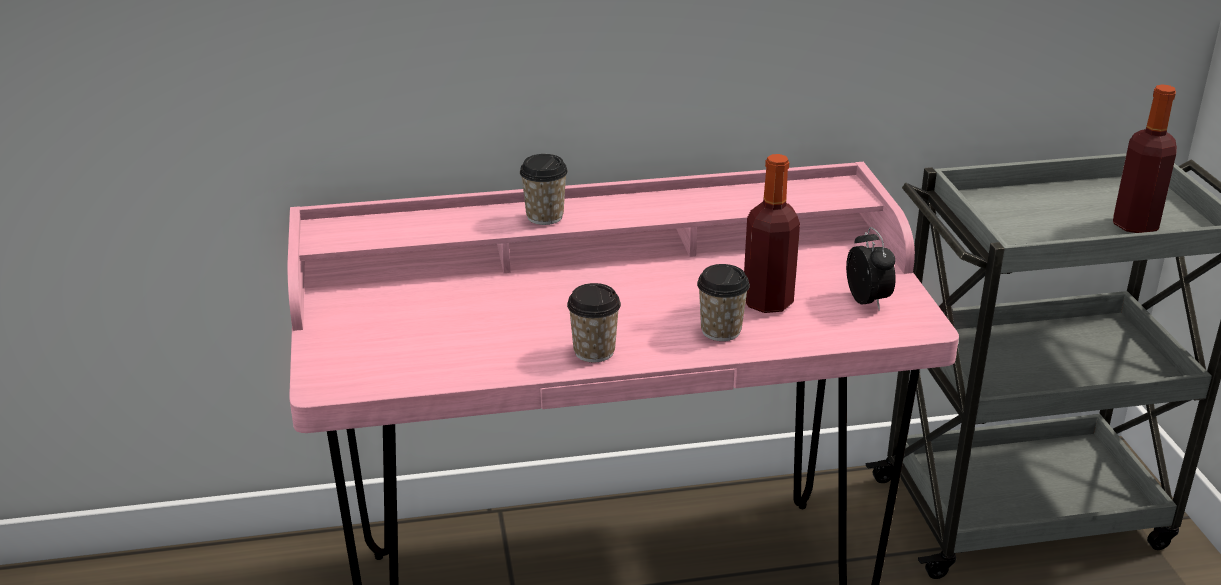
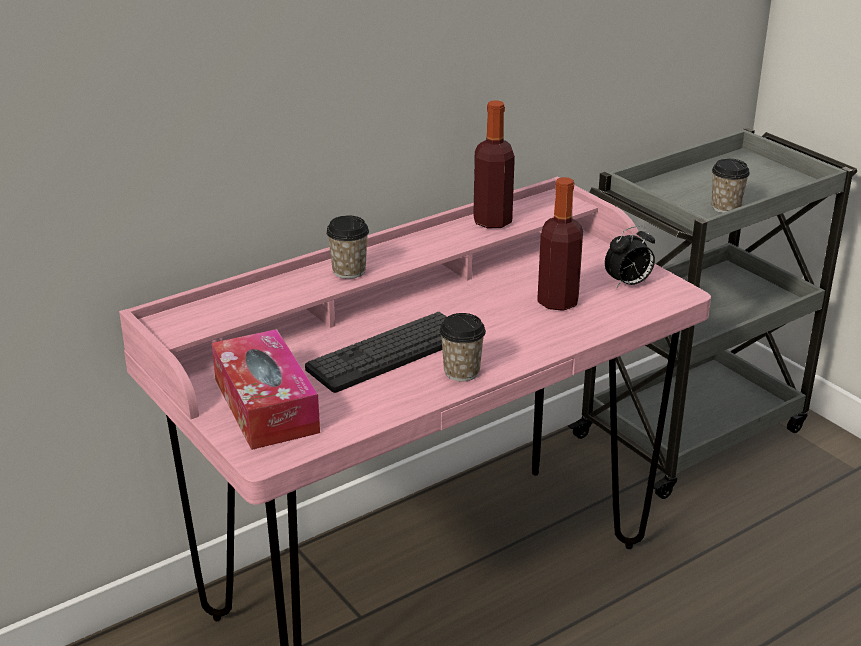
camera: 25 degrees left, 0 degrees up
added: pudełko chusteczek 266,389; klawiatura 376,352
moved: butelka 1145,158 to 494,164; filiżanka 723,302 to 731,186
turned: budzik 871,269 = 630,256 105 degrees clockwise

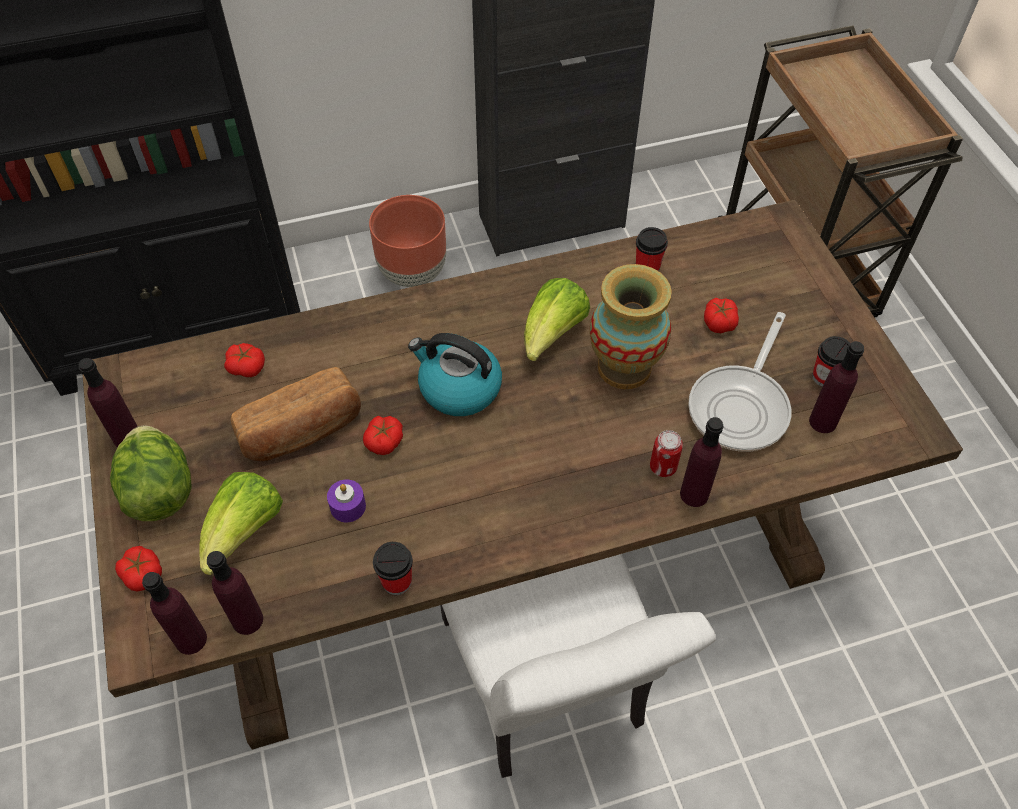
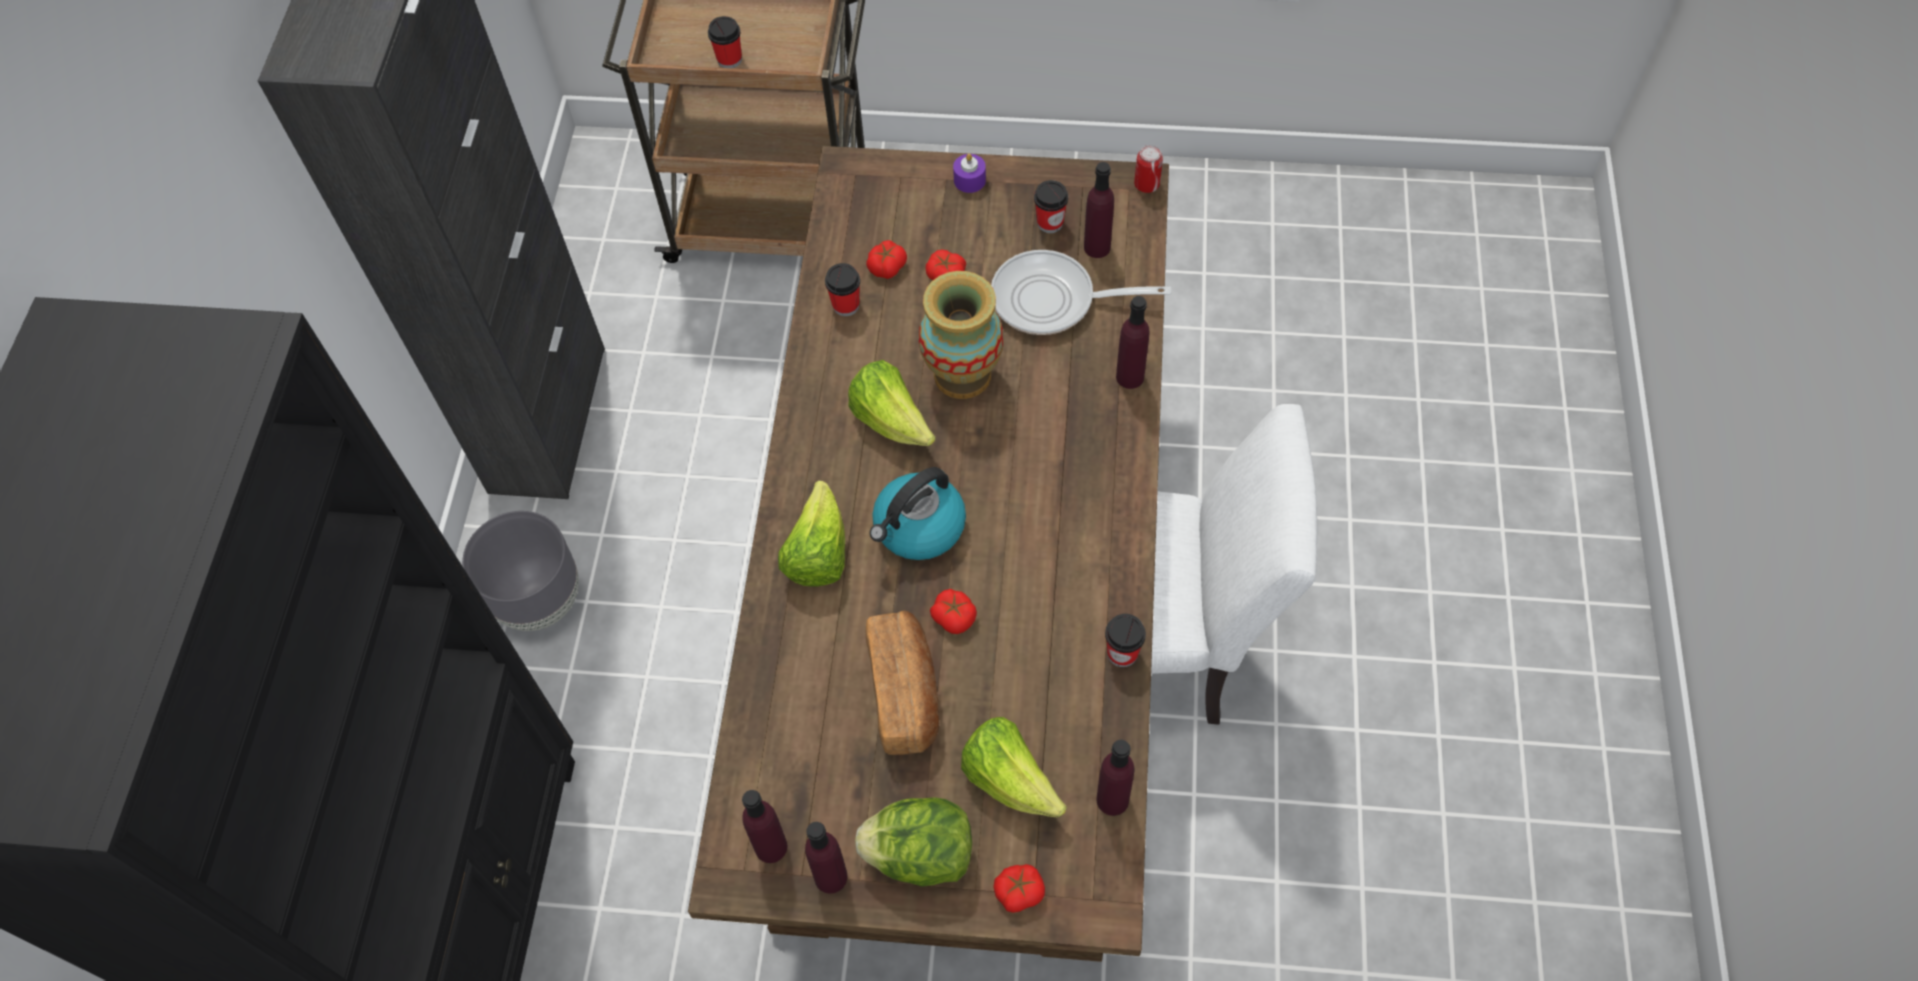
camera: 65 degrees left, 5 degrees up
added: filiżanka 725,42; sałata 811,534
moved: butelka/fioletowy 174,613 to 764,826; pomidor 244,360 to 886,259; świeca/fioletowy 346,501 to 969,173; puszka 666,453 to 1148,169
recoloured: donica/brązowy 407,241 to donica/szary 520,571
turned: patelnia 740,382 = 1081,292 135 degrees clockwise

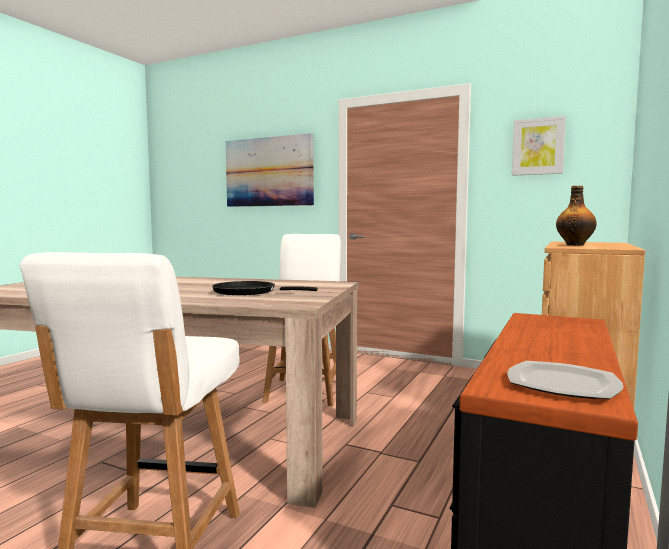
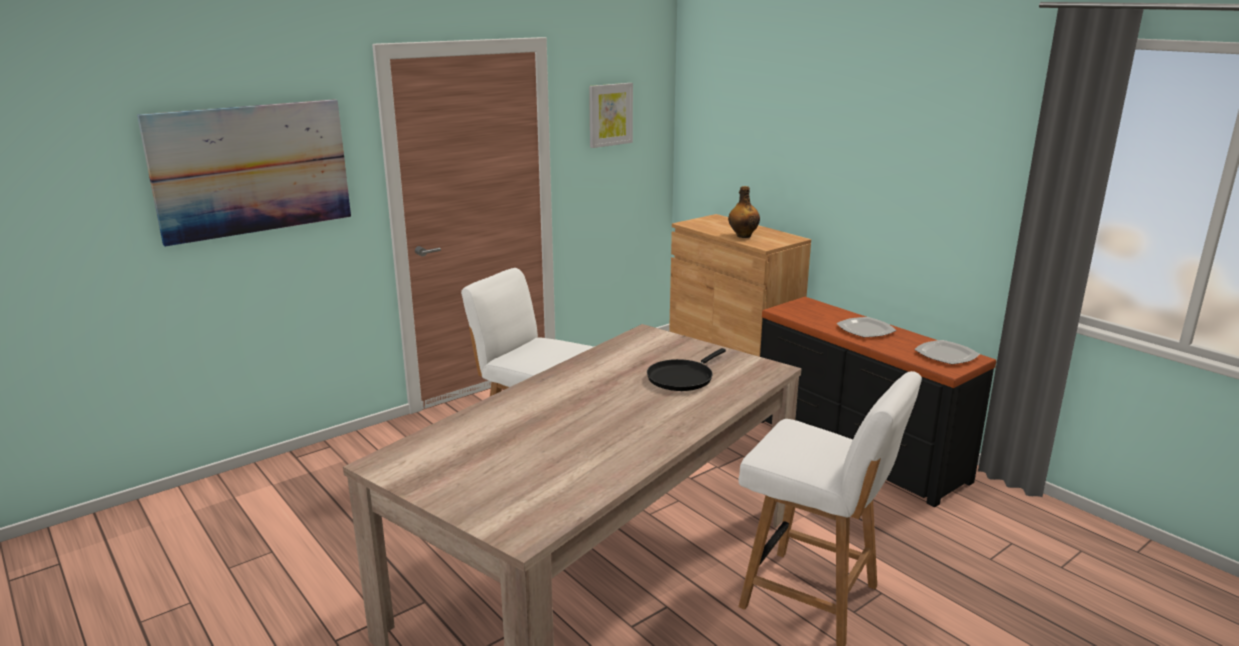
camera: 65 degrees left, 15 degrees up
added: talerz 866,327

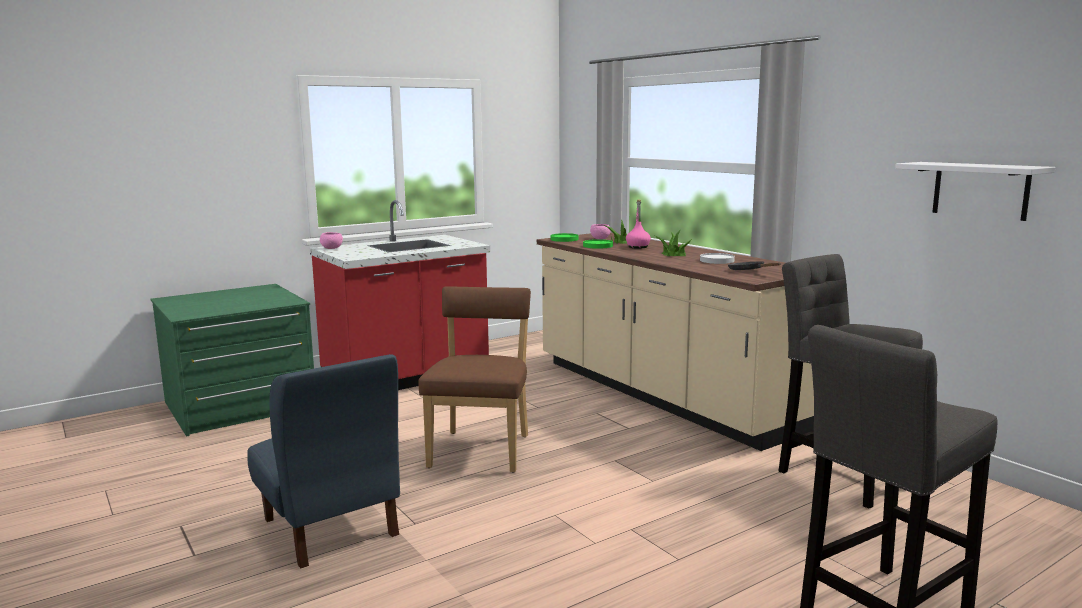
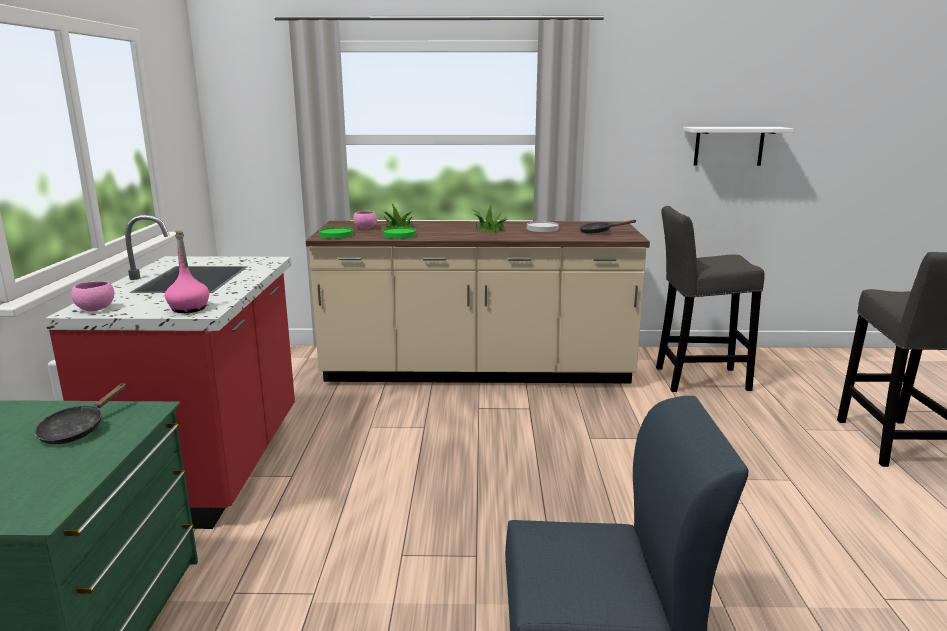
camera: 55 degrees left, 5 degrees up
removed: krzesło/brązowy 475,379
added: patelnia/czarny 81,413
moved: butelka/różowy 638,224 to 187,271

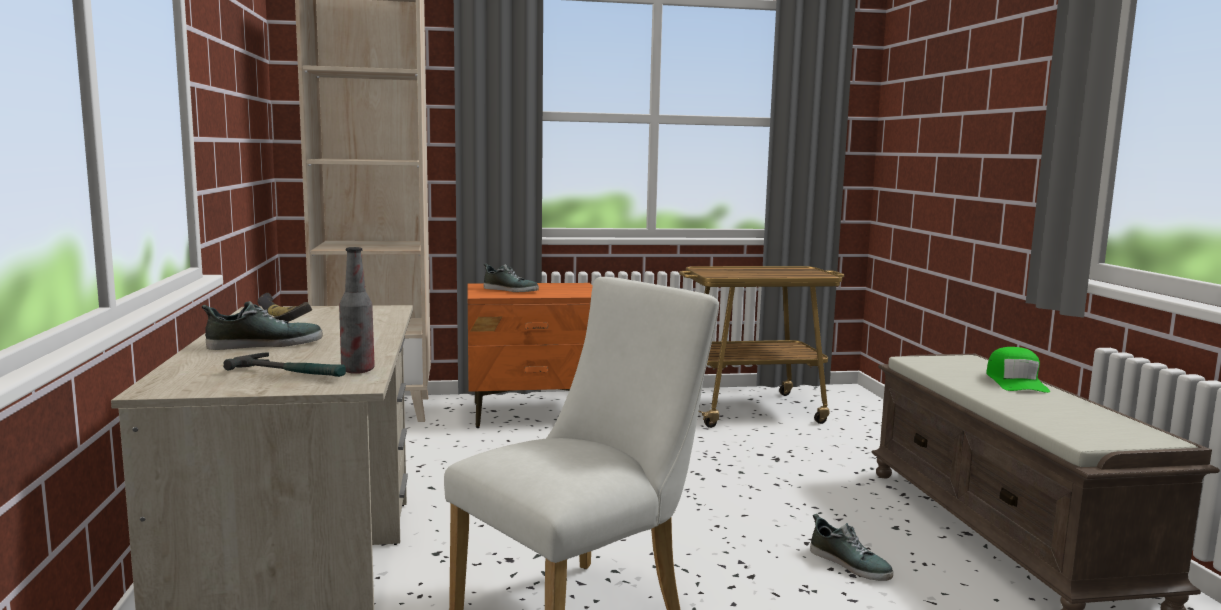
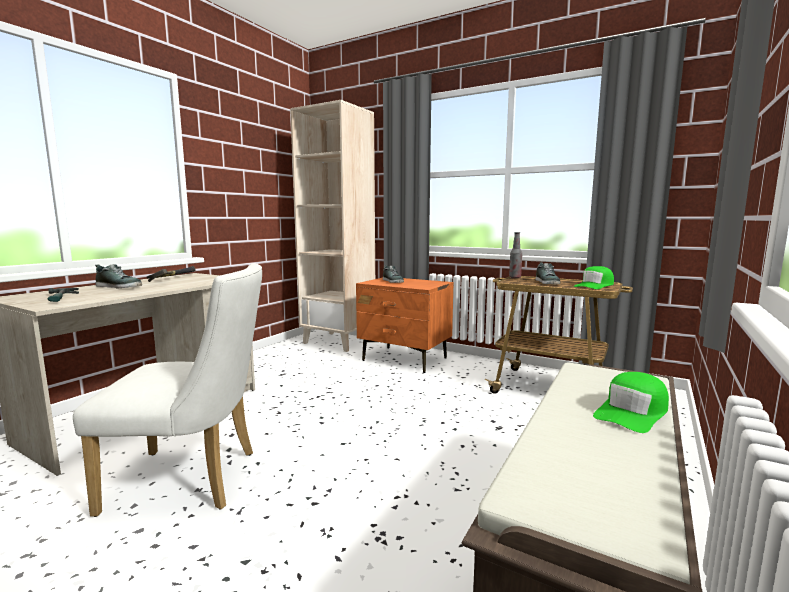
camera: 40 degrees right, 0 degrees up
added: czapka z daszkiem/zielony 594,277
moved: butelka 357,310 to 515,255; but 851,547 to 548,273

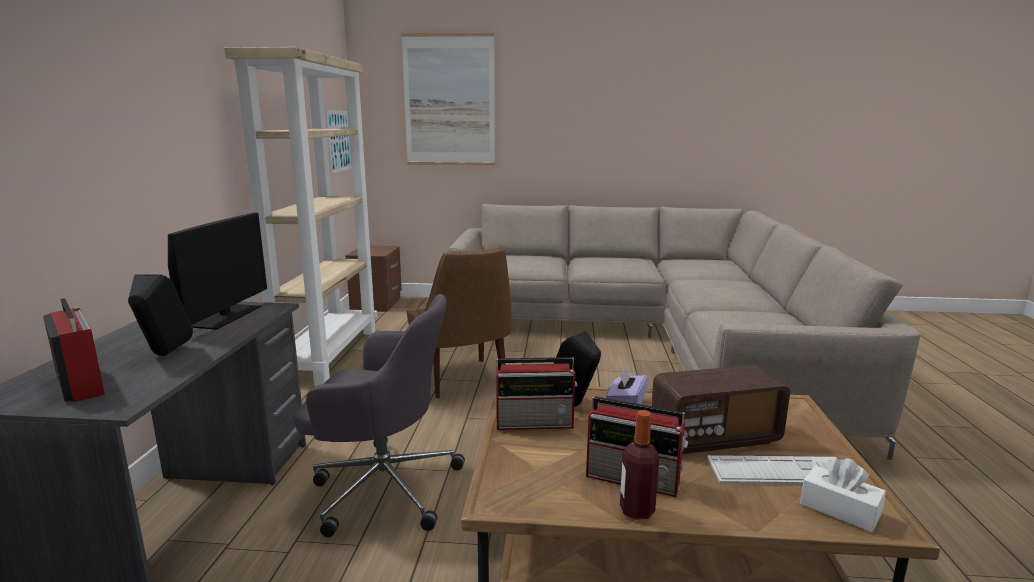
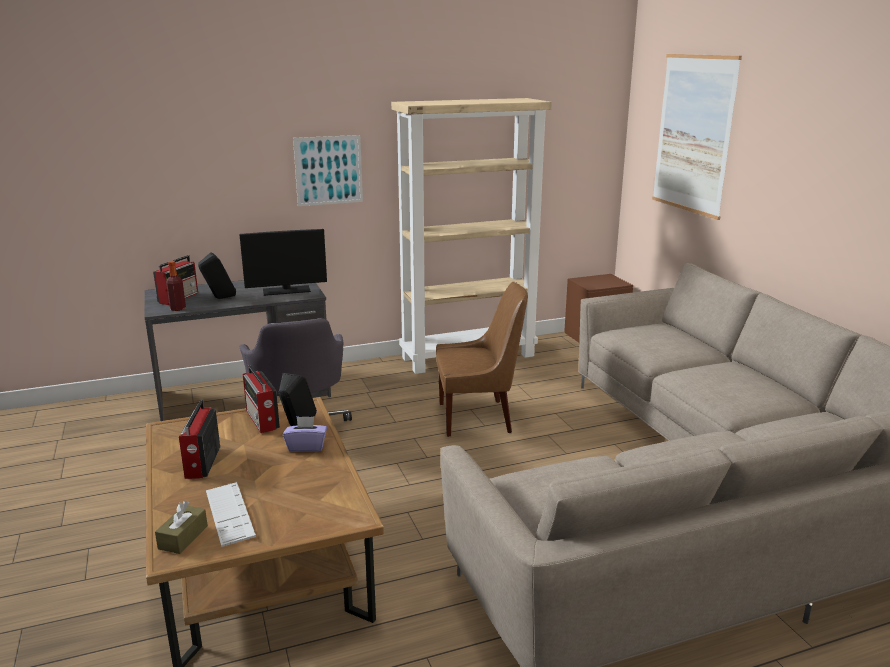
camera: 65 degrees right, 5 degrees up
removed: radio 720,409
moved: butelka 639,465 to 176,286; obraz 338,141 to 328,170
recoloured: pudełko chusteczek/biały 843,495 to pudełko chusteczek/brązowy 181,527
turned: krzesło/brązowy 459,322 = 482,359 135 degrees counterclockwise

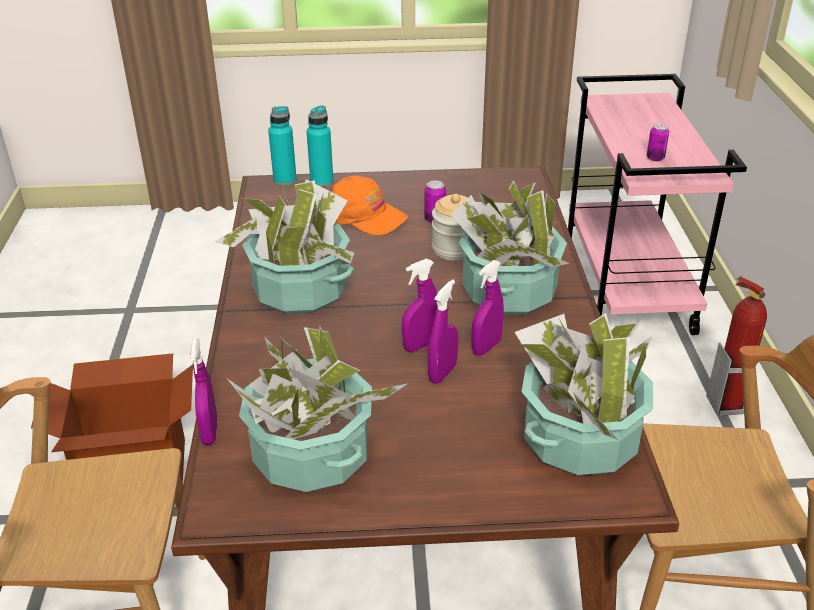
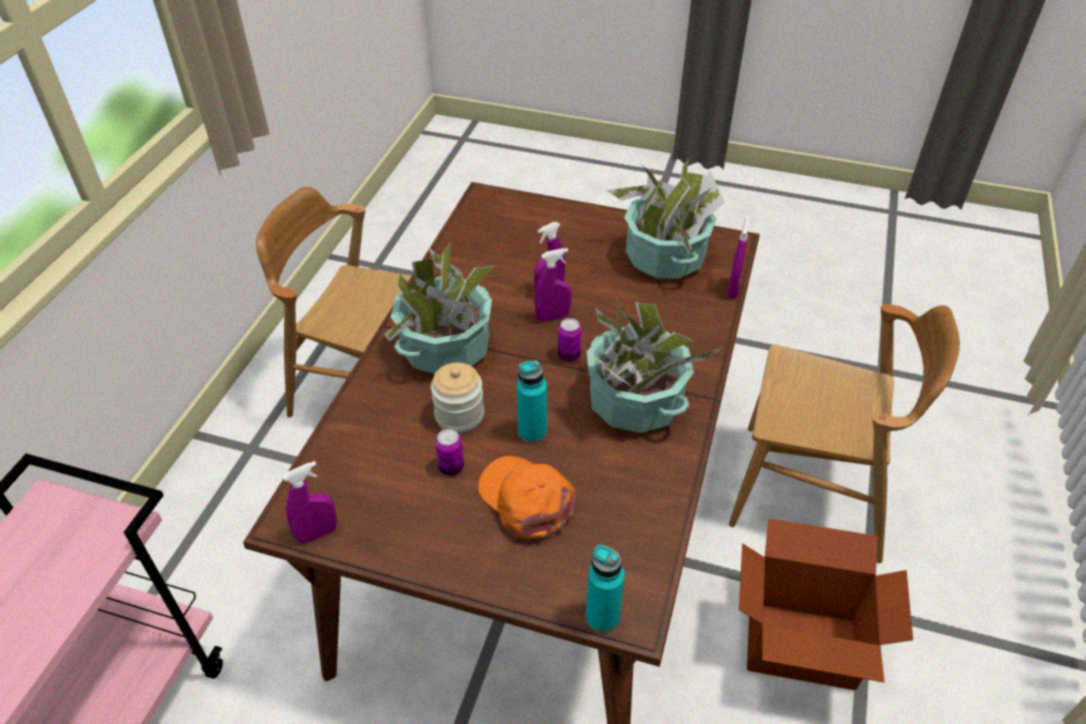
camera: 160 degrees left, 10 degrees up
removed: roślina doniczkowa 584,394; gaśnica 736,346
moved: spryskiwacz/fioletowy 487,308 to 310,502; butelka/turkusowy 320,146 to 532,401; puszka 658,142 to 570,340

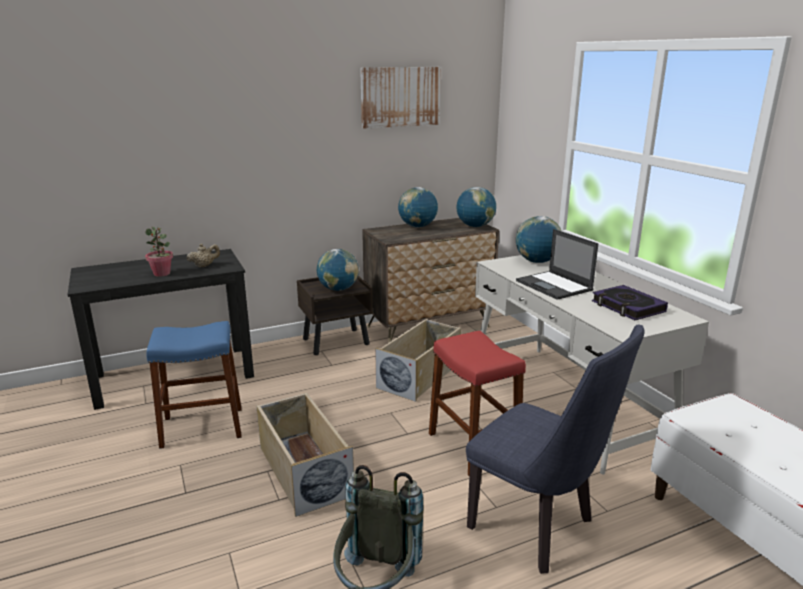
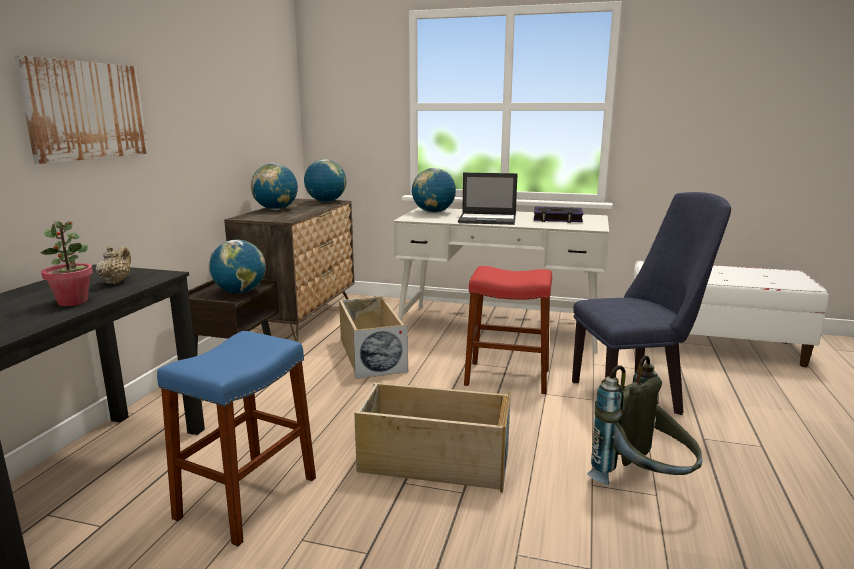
camera: 50 degrees left, 5 degrees down
moved: obraz 400,97 to 81,110

